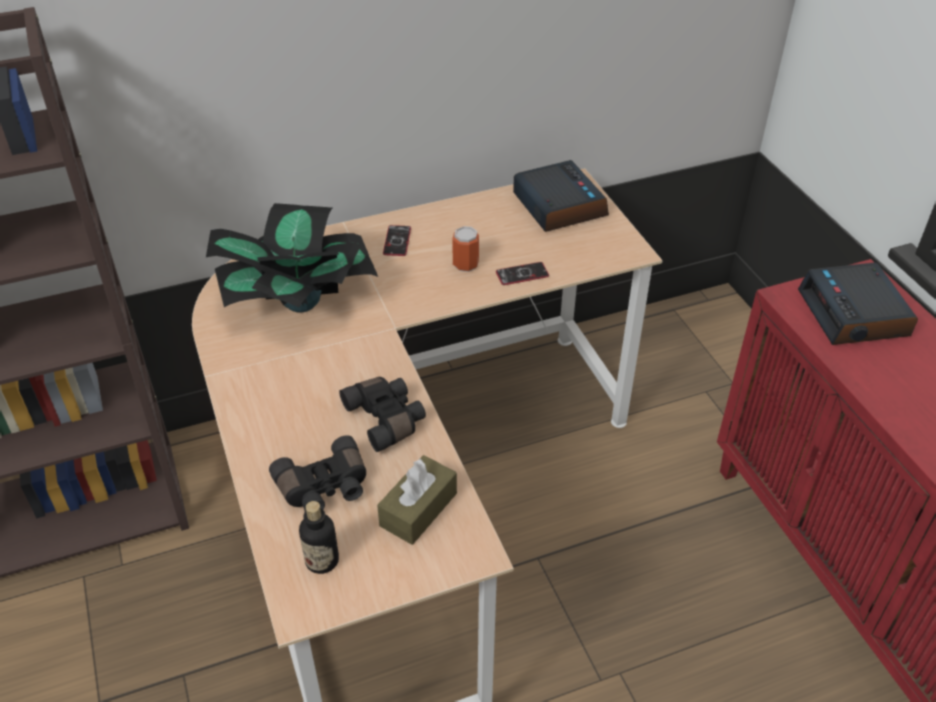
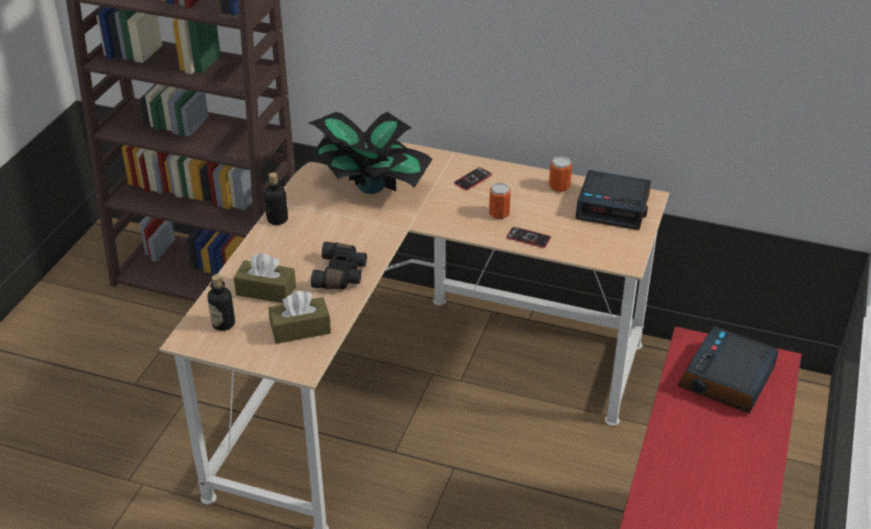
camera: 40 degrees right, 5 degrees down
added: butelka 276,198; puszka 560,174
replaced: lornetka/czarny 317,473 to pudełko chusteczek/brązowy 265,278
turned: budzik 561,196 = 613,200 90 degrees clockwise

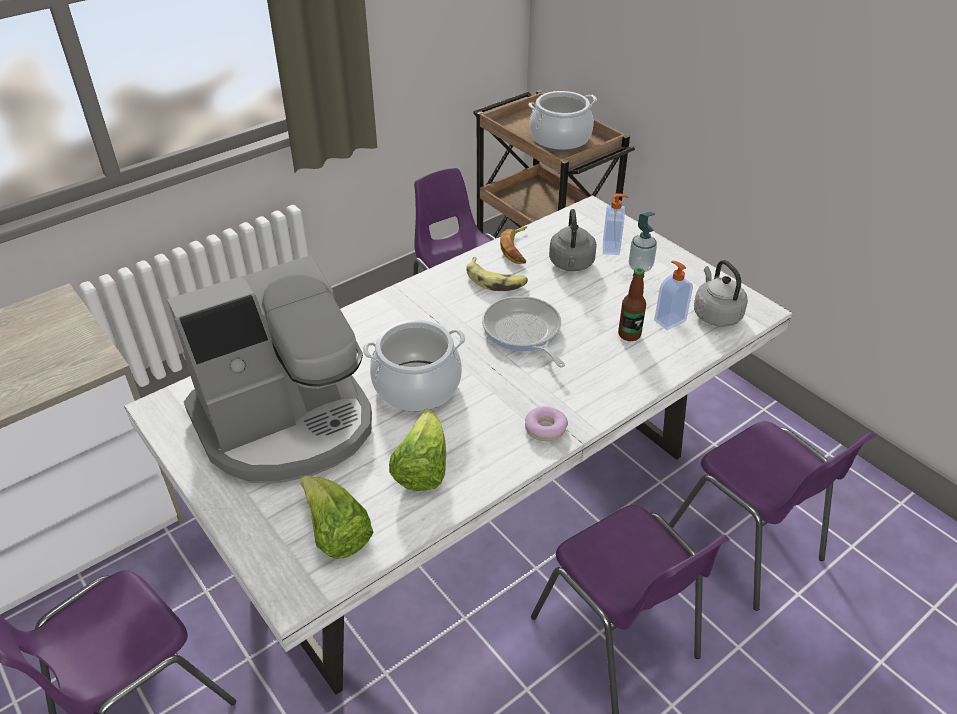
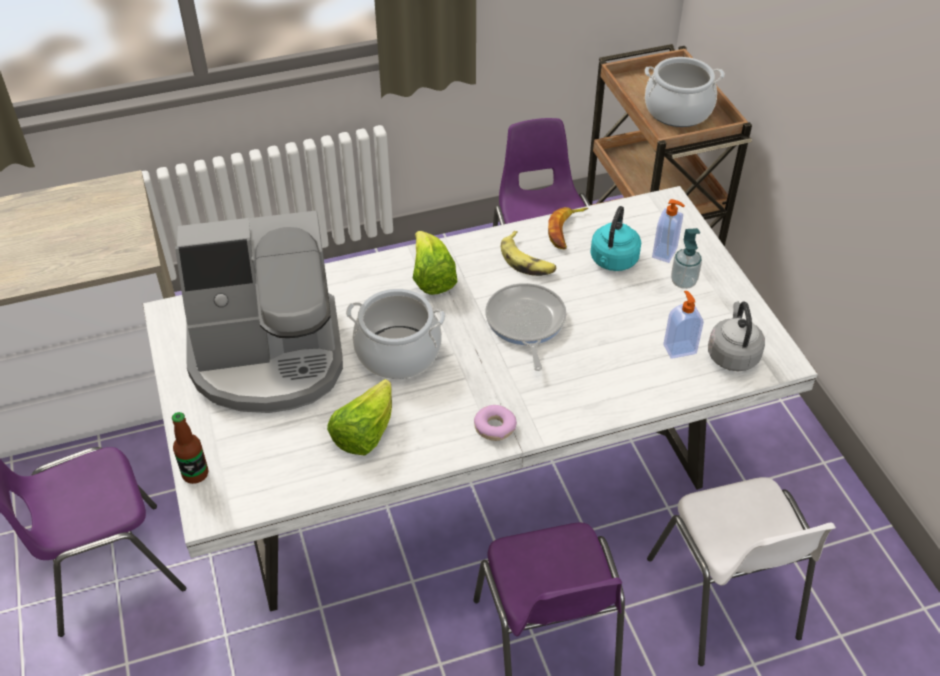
camera: 20 degrees right, 5 degrees up
moved: butelka 632,304 to 190,448; sałata 337,517 to 434,263
recoloured: czajnik/szary 573,240 to czajnik/turkusowy 615,238; krzesło/fioletowy 772,516 to krzesło/biały 741,571

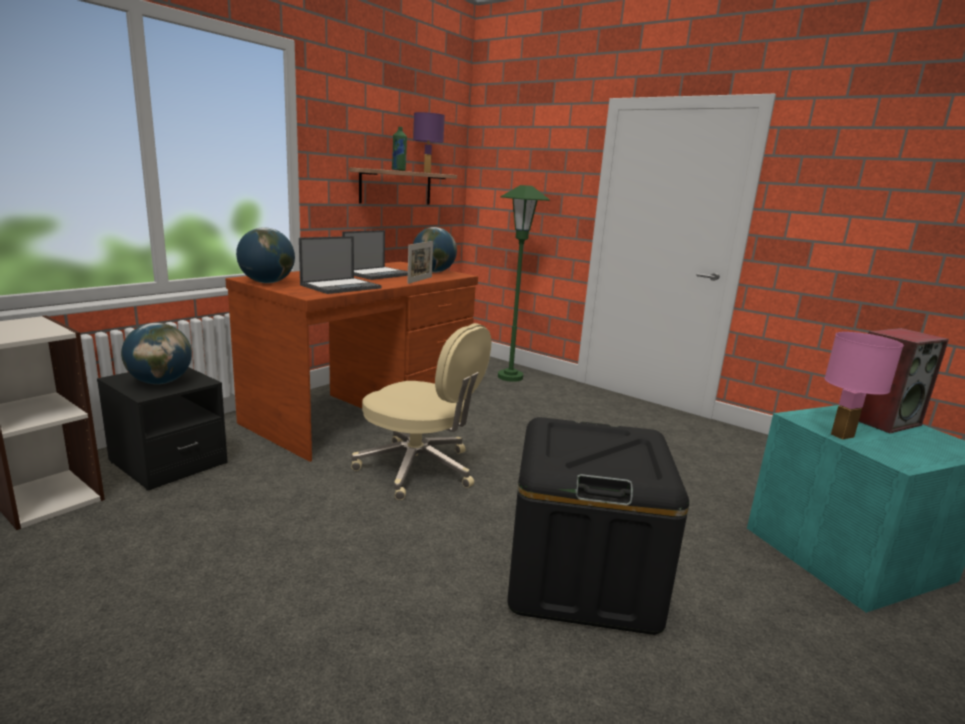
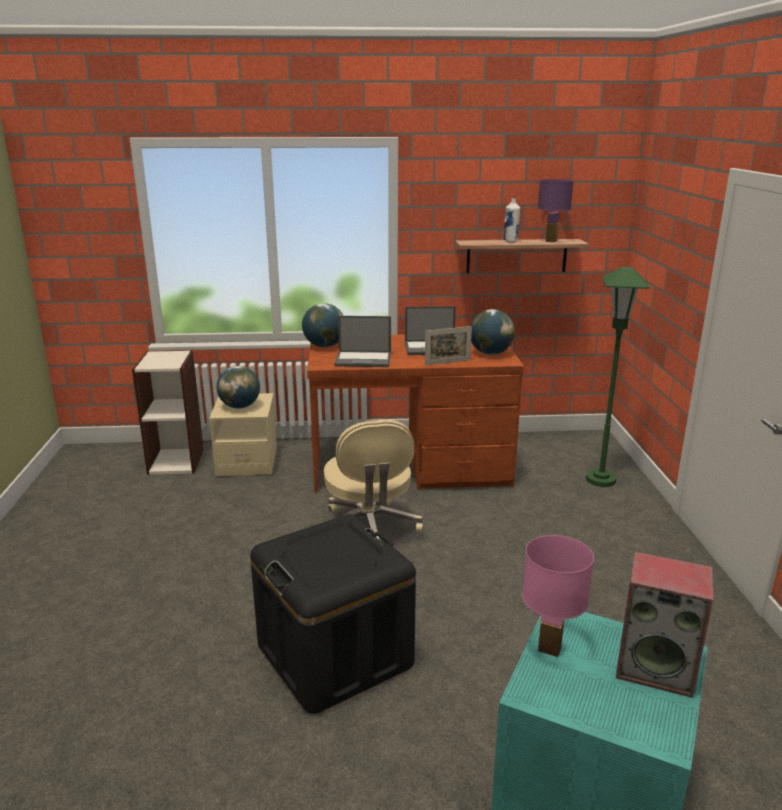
camera: 50 degrees right, 5 degrees up
recoloured: szafka nocna/czarny 162,428 to szafka nocna/beżowy 243,434; butelka/zielony 399,149 to butelka/biały 511,220

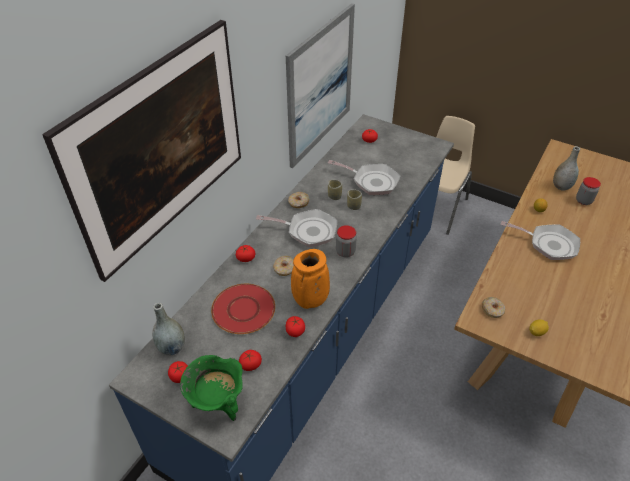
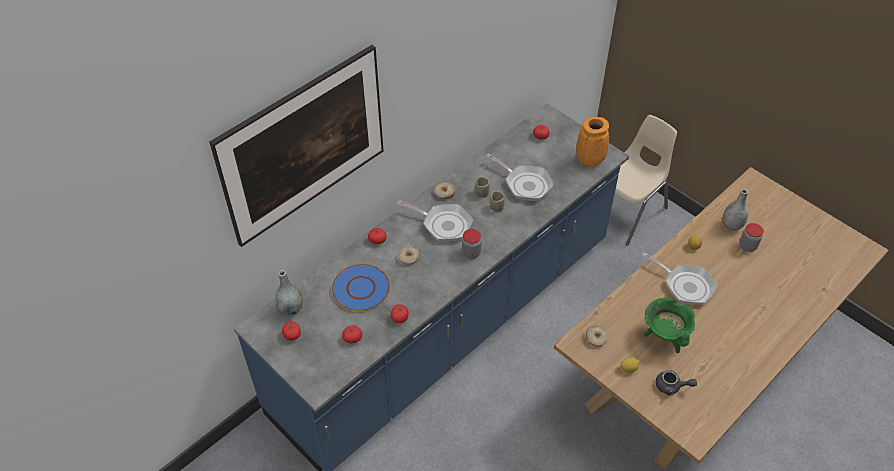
camera: 15 degrees right, 5 degrees up
removed: obraz 320,85
added: imbryk/szary 676,382
moved: wazon/pomarańczowy 310,279 to 592,141; garnek/zielony 211,388 to 669,325
recoloured: talerz/czerwony 243,309 to talerz/niebieski 361,287

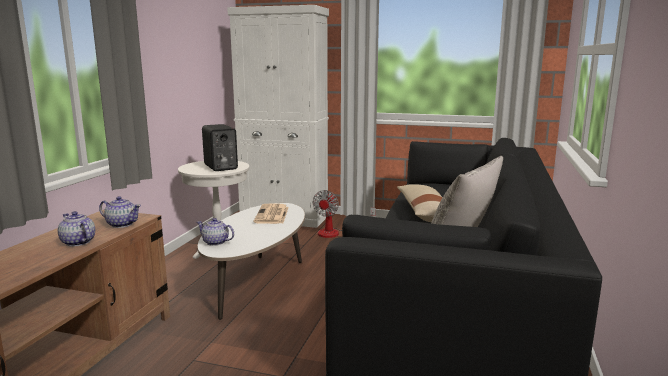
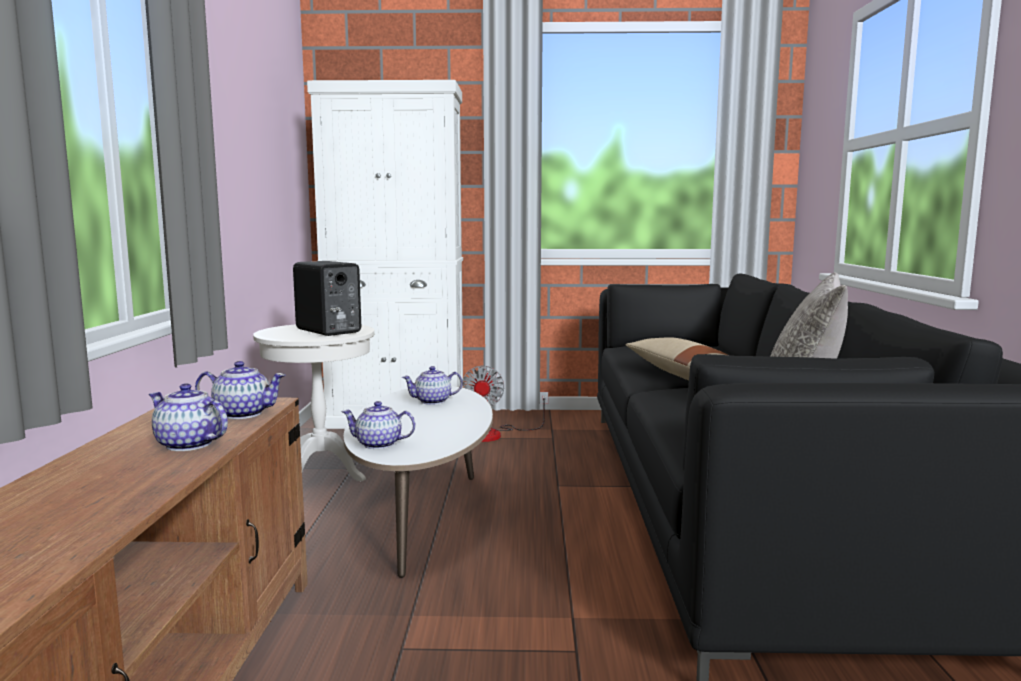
camera: 15 degrees left, 5 degrees down
replaced: gazeta 271,213 to imbryk 432,385

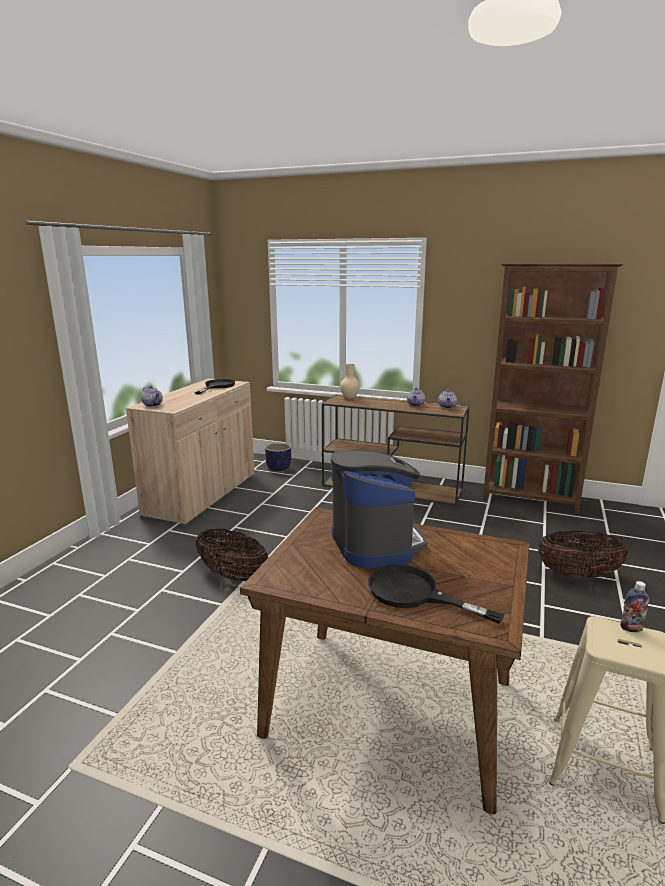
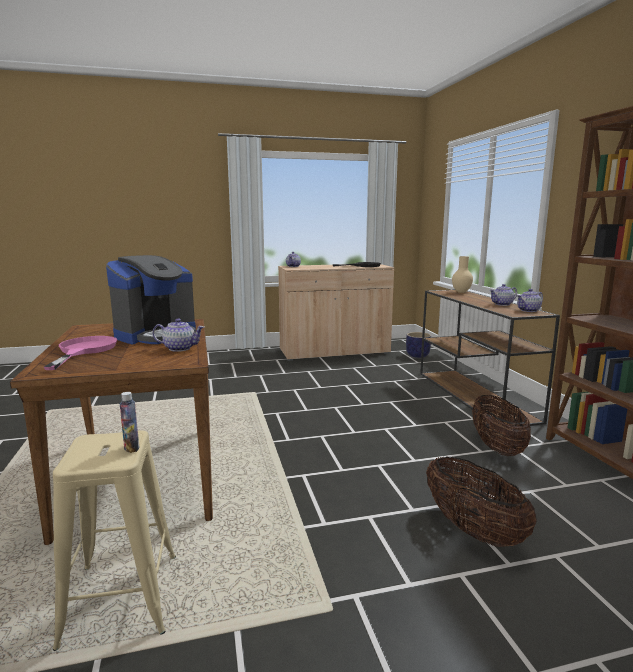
camera: 55 degrees right, 5 degrees down
added: imbryk 178,335
moved: koszyk 231,555 to 501,425
recoloured: patelnia/czarny 436,594 to patelnia/różowy 80,353

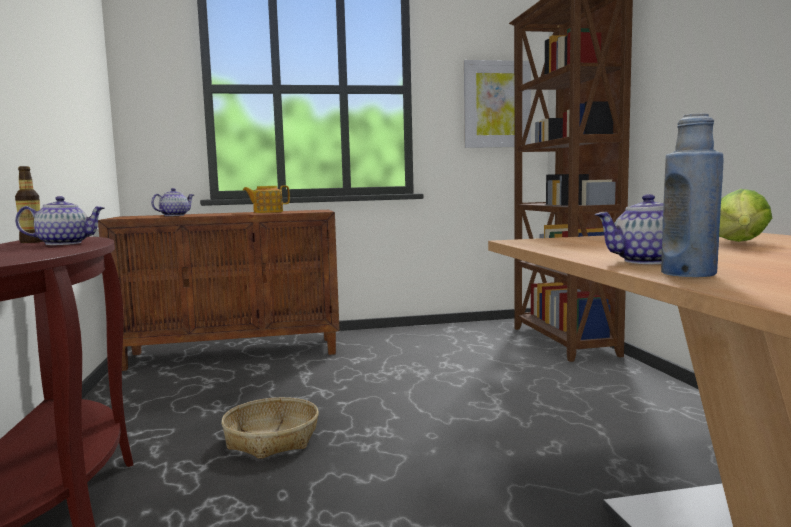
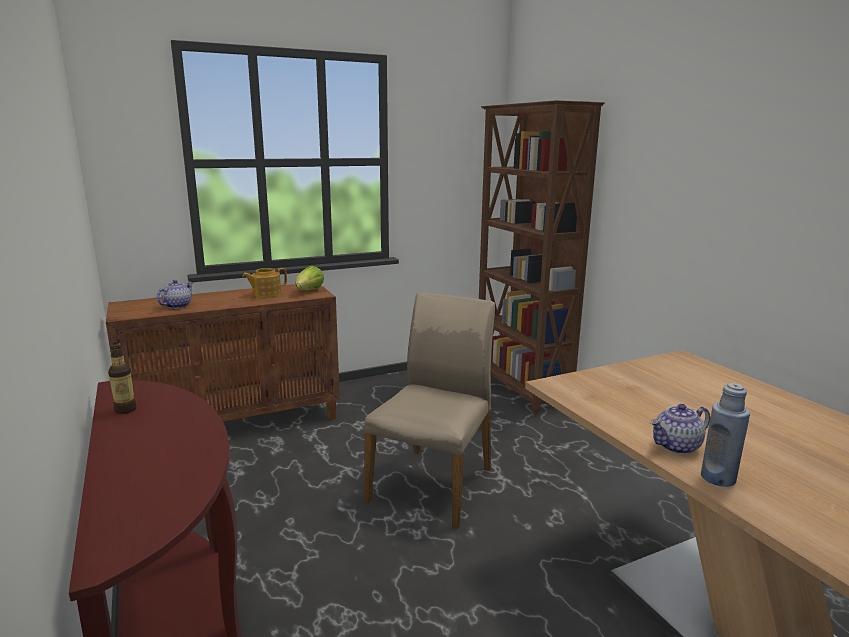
camera: 15 degrees left, 10 degrees up
removed: imbryk 60,220; koszyk 270,428; obraz 497,104
added: krzesło/beżowy 429,410
moved: sałata 745,215 to 309,278

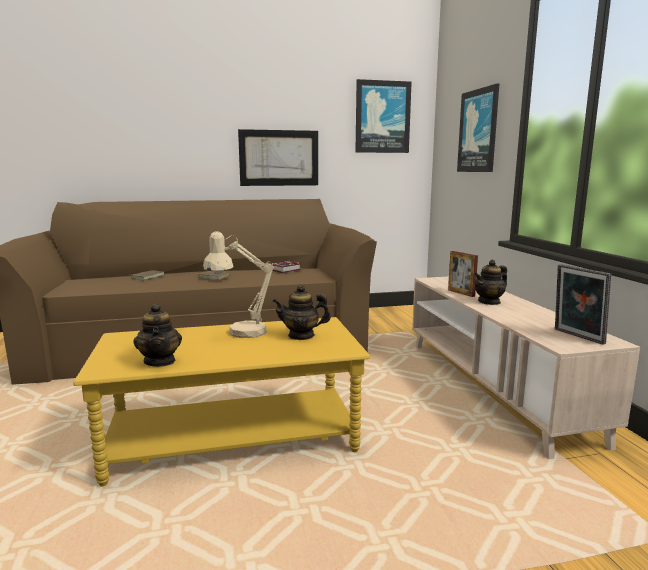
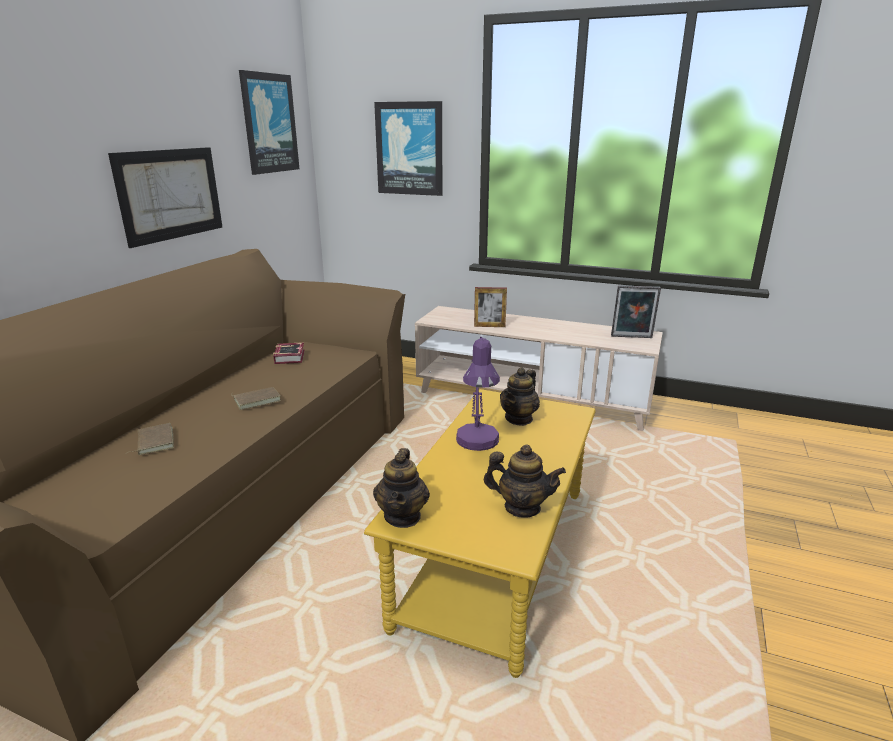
camera: 55 degrees left, 10 degrees up
moved: imbryk 490,282 to 401,488
recoloured: lampa stołowa/beżowy 238,285 to lampa stołowa/fioletowy 478,394

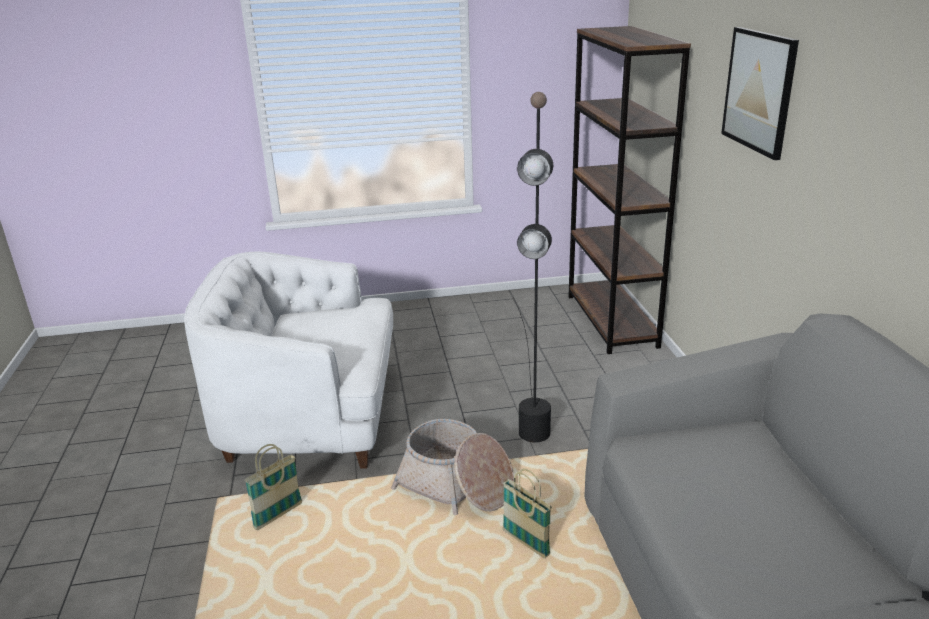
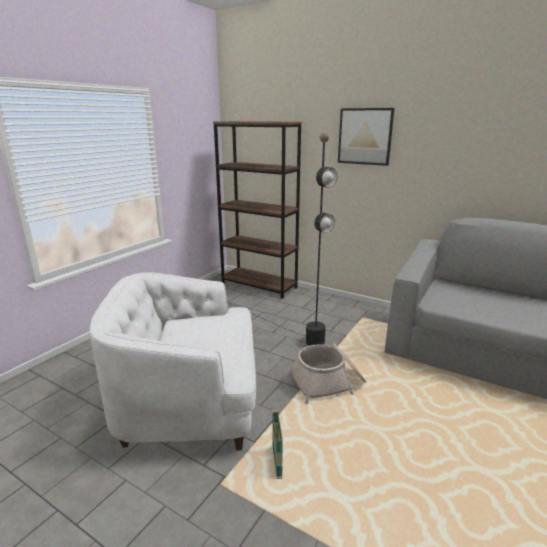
camera: 50 degrees left, 5 degrees down
removed: koszyk 527,513
turned: fotel/biały 288,360 = 173,361 45 degrees clockwise

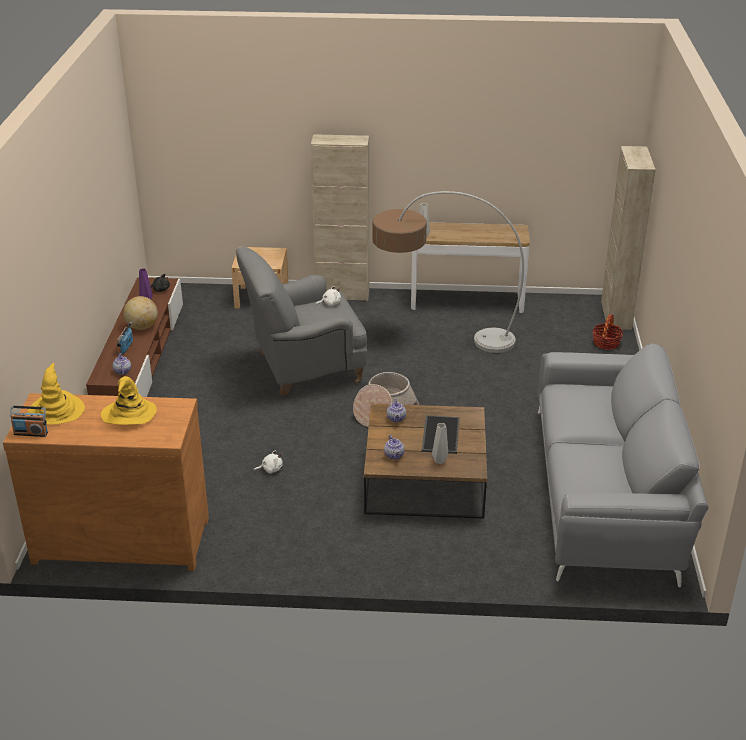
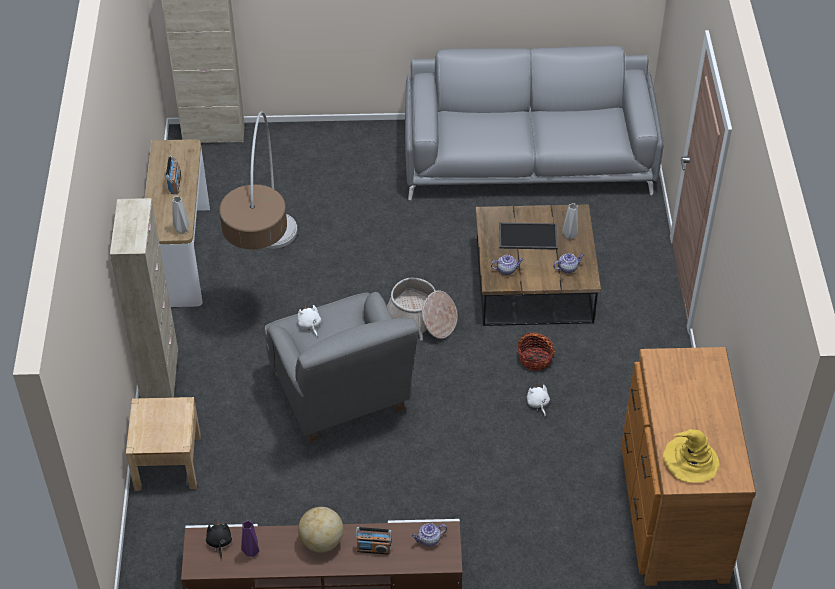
camera: 95 degrees left, 15 degrees up
removed: kapelusz/żółty 129,400
moved: radio 29,421 to 173,175; koszyk 608,332 to 536,351

